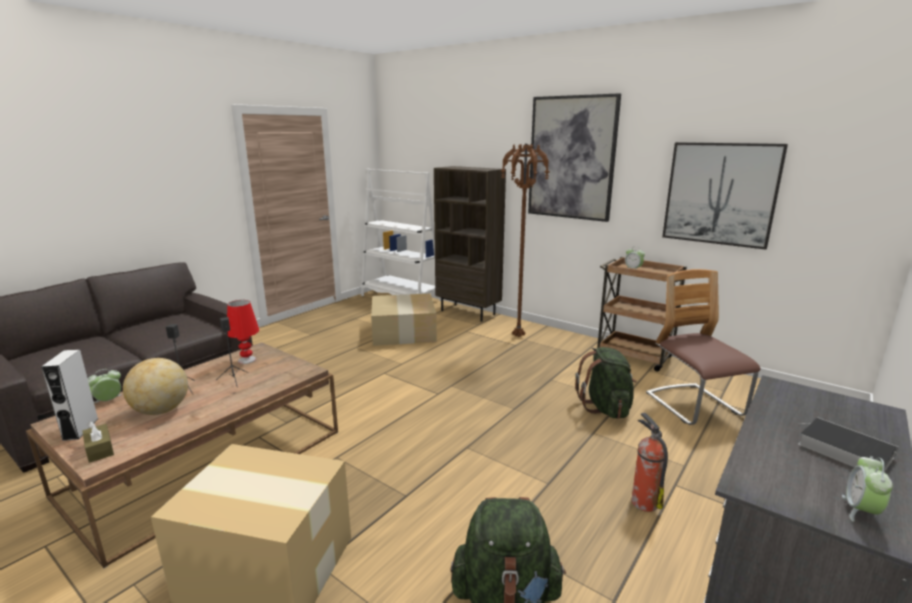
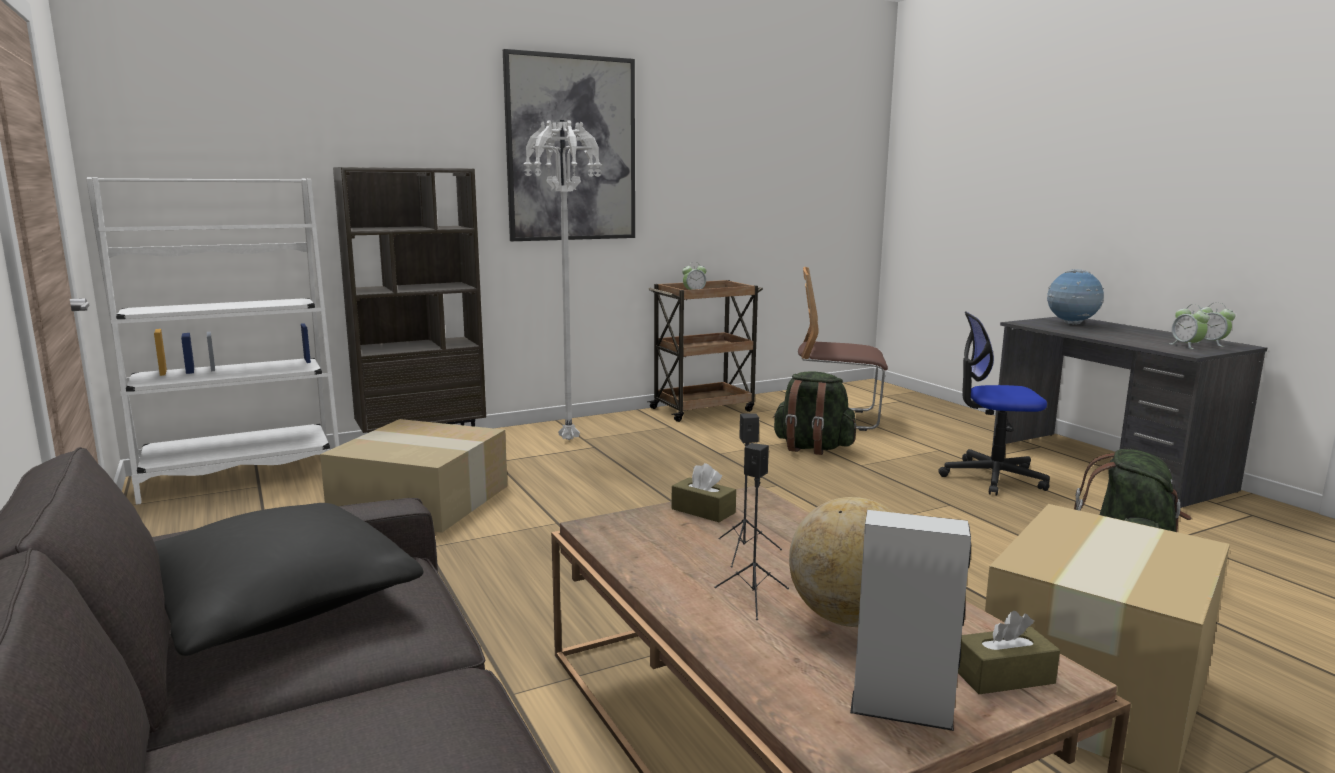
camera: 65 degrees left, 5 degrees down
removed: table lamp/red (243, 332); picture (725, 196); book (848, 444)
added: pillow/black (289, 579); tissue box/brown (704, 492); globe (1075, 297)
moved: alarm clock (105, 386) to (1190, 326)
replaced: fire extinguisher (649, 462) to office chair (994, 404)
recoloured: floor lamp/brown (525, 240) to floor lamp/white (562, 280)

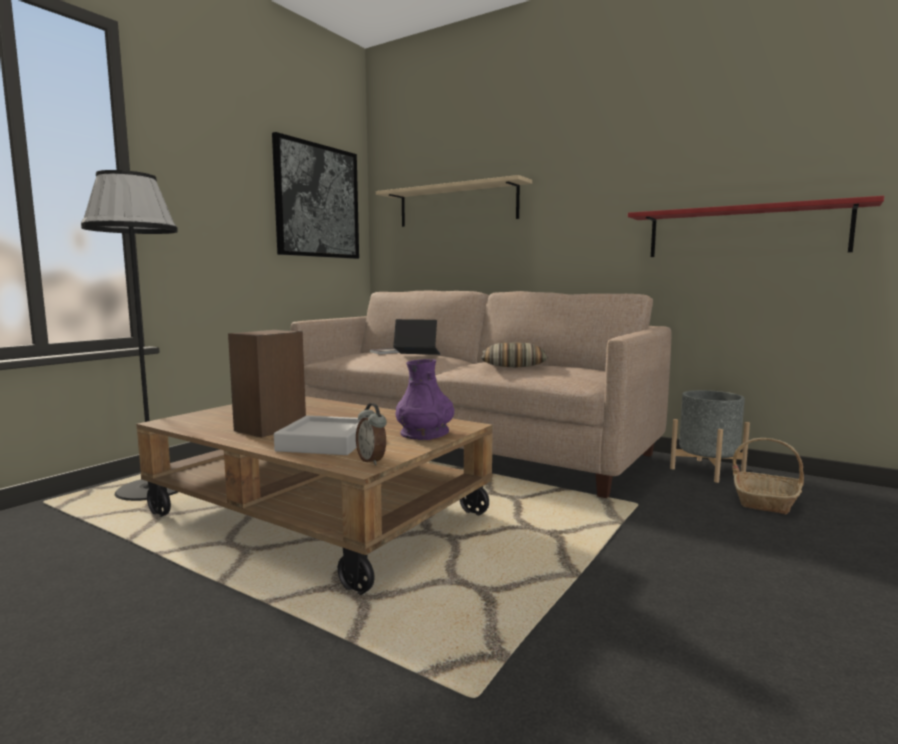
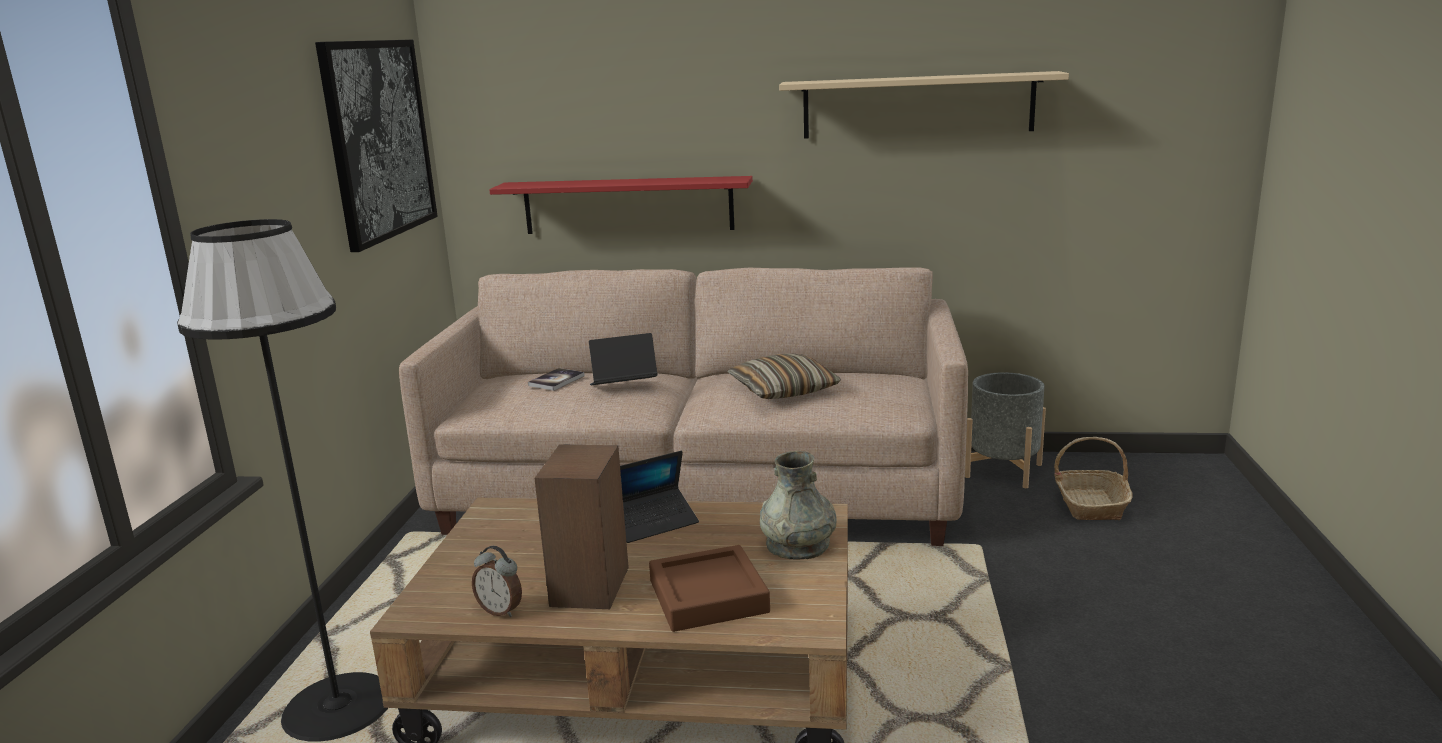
camera: 25 degrees left, 10 degrees up
added: laptop (659, 497)
moved: alarm clock (371, 434) to (497, 581); shelf/beige (454, 201) to (924, 104); shelf/red (756, 226) to (621, 205)
recoloured: tray/grey (317, 435) to tray/brown (709, 588); vase/purple (425, 399) to vase/grey (798, 505)

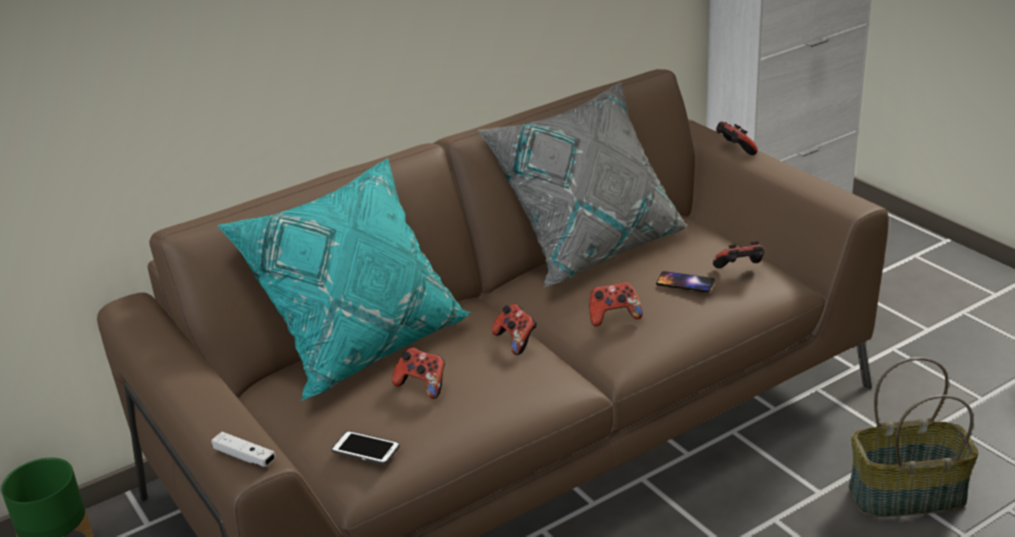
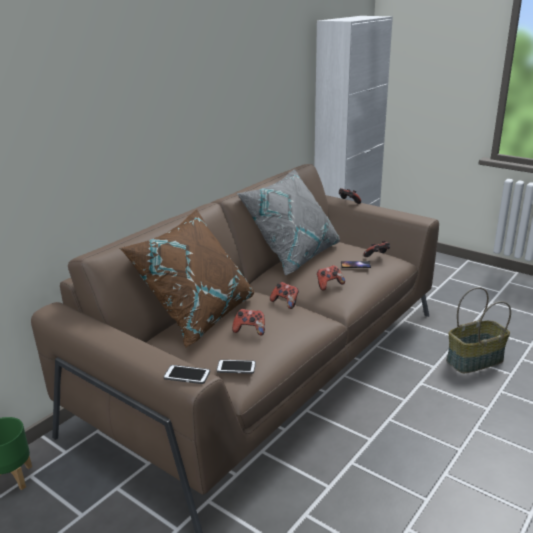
camera: 20 degrees left, 5 degrees down
replaced: game controller/white (243, 449) to phone (186, 374)
recoloured: pillow/turquoise (344, 279) to pillow/brown (186, 278)

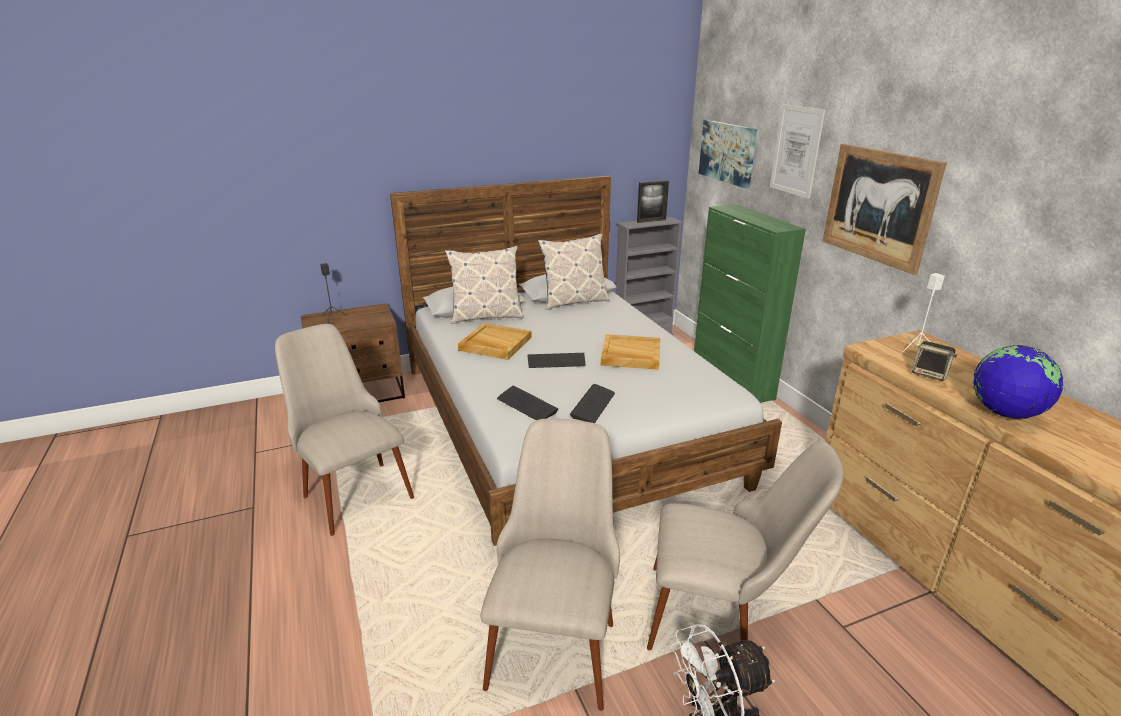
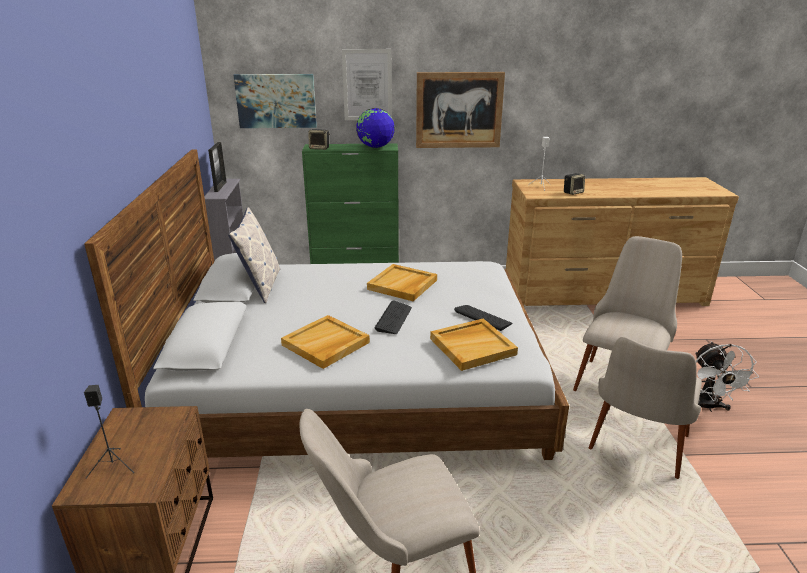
camera: 70 degrees left, 0 degrees up
removed: pillow (484, 285)
added: speaker (319, 139)
moved: globe (1018, 382) to (375, 128)
replaced: keyboard (527, 403) to tray/beige (474, 345)
turned: chair/beige (550, 564) = (645, 408) 90 degrees counterclockwise

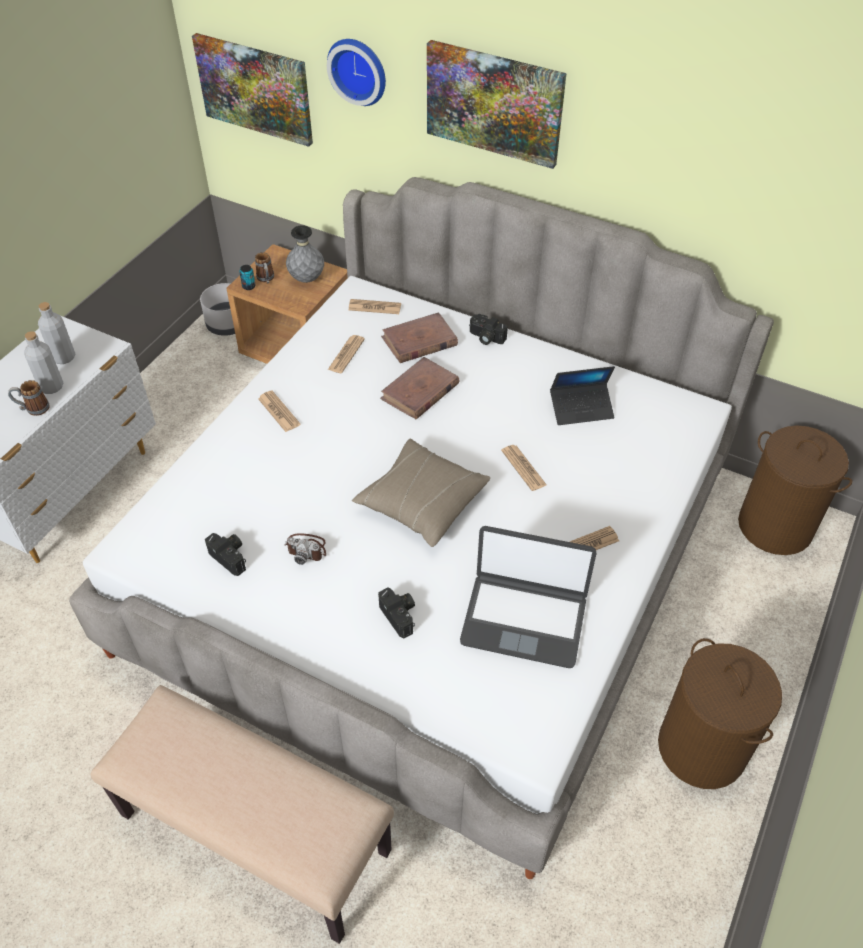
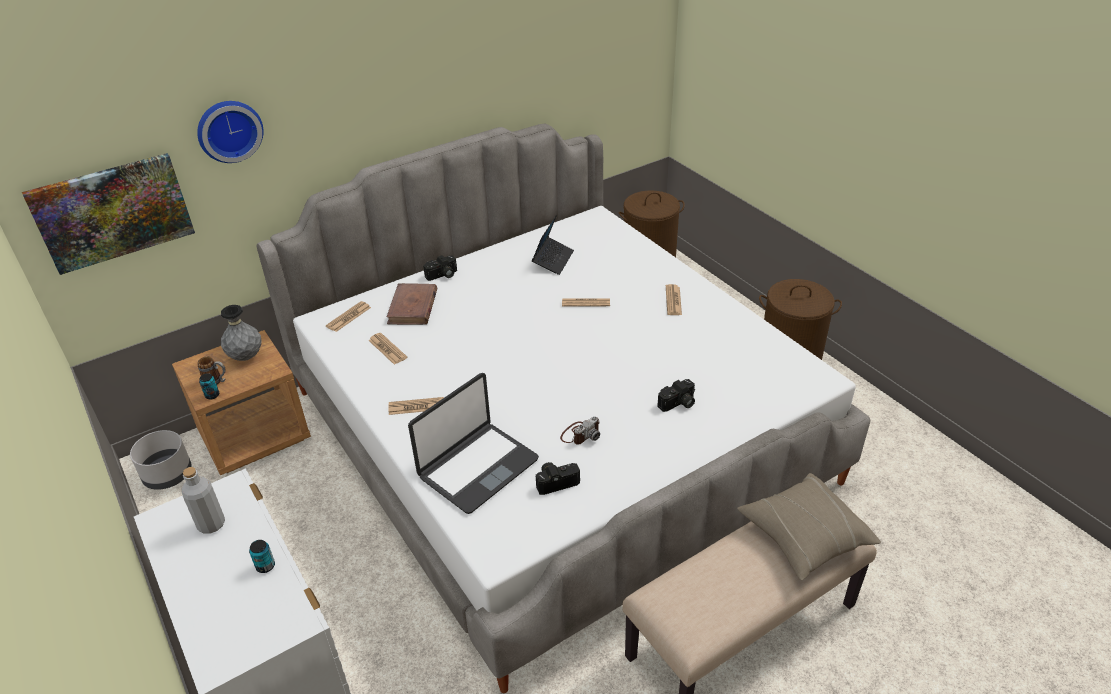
camera: 60 degrees left, 10 degrees down
removed: bottle/grey (43, 362); book/brown (419, 388); picture (497, 104)
moved: pillow/beige (421, 493) to (809, 526); laptop (528, 597) to (473, 443)
replaced: mug (29, 398) to can (262, 556)
turned: photo camera (396, 613) = (676, 395) 150 degrees clockwise

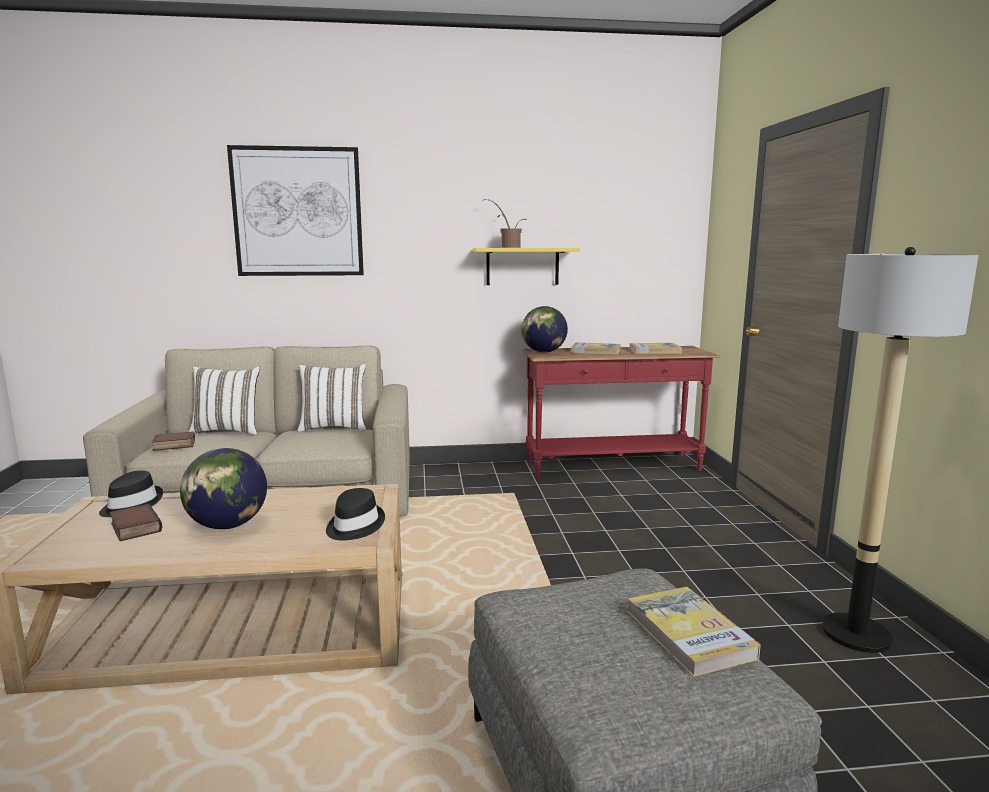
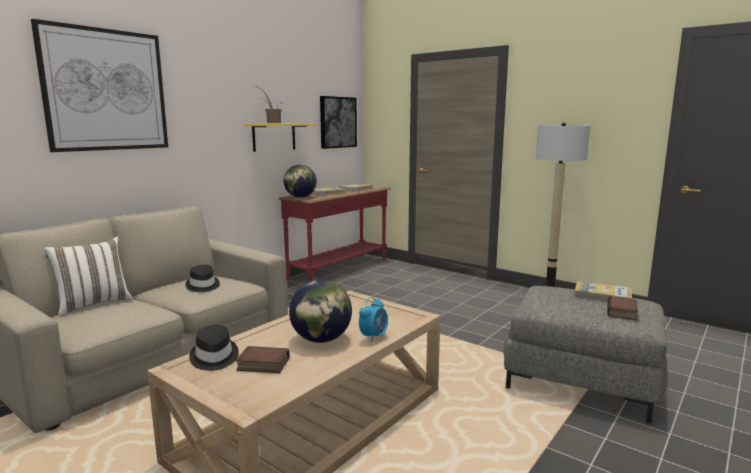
camera: 45 degrees left, 0 degrees up
removed: pillow/white (331, 398)
added: picture (338, 122); alarm clock (373, 320)
moved: book (173, 441) to (622, 308); hat/black (355, 514) to (203, 278)

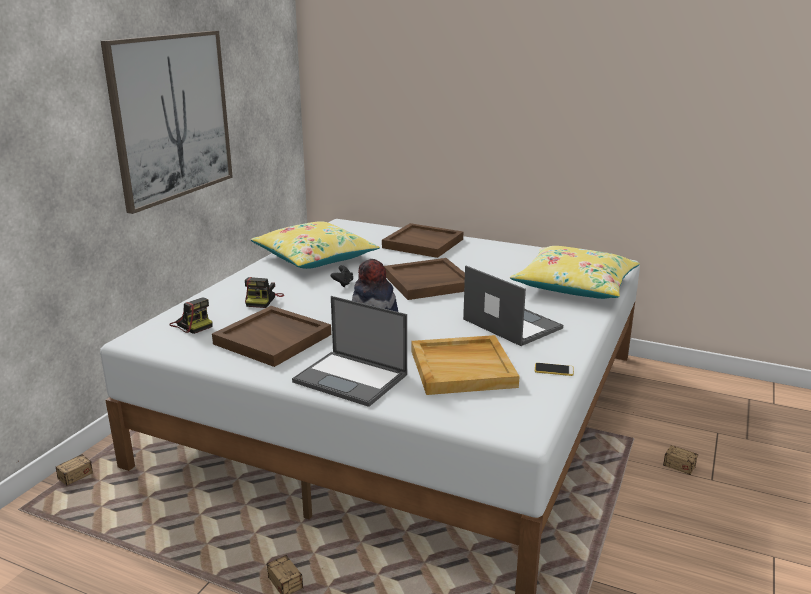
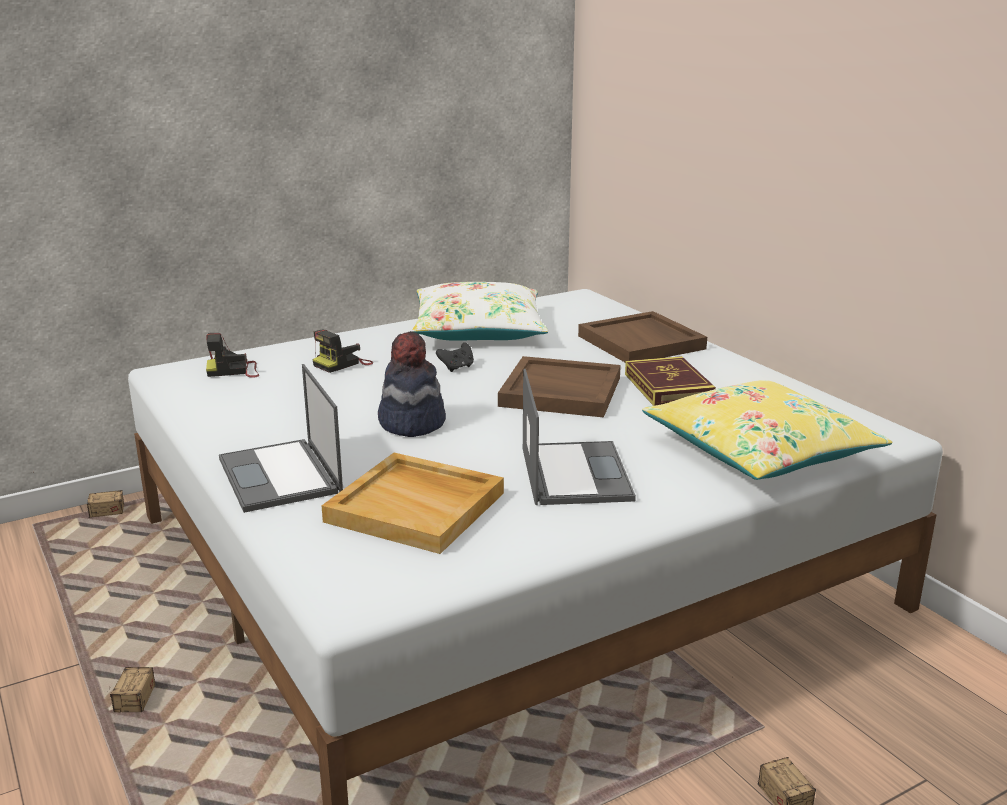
camera: 35 degrees right, 0 degrees up
removed: picture (167, 122); tray/brown (271, 336); phone (554, 369)
added: book (670, 381)
recoloured: pillow/yellow (315, 245) to pillow/white (480, 311)
turned: photo camera (191, 315) = (232, 355) 90 degrees clockwise

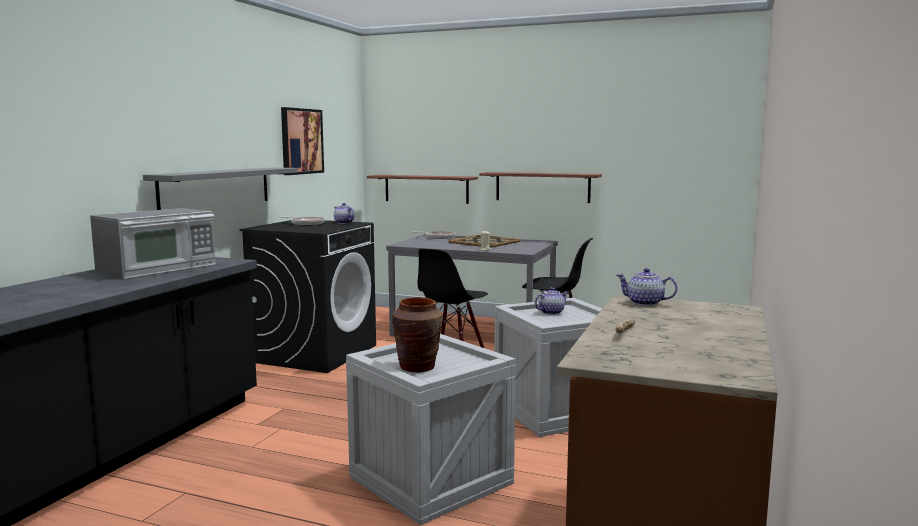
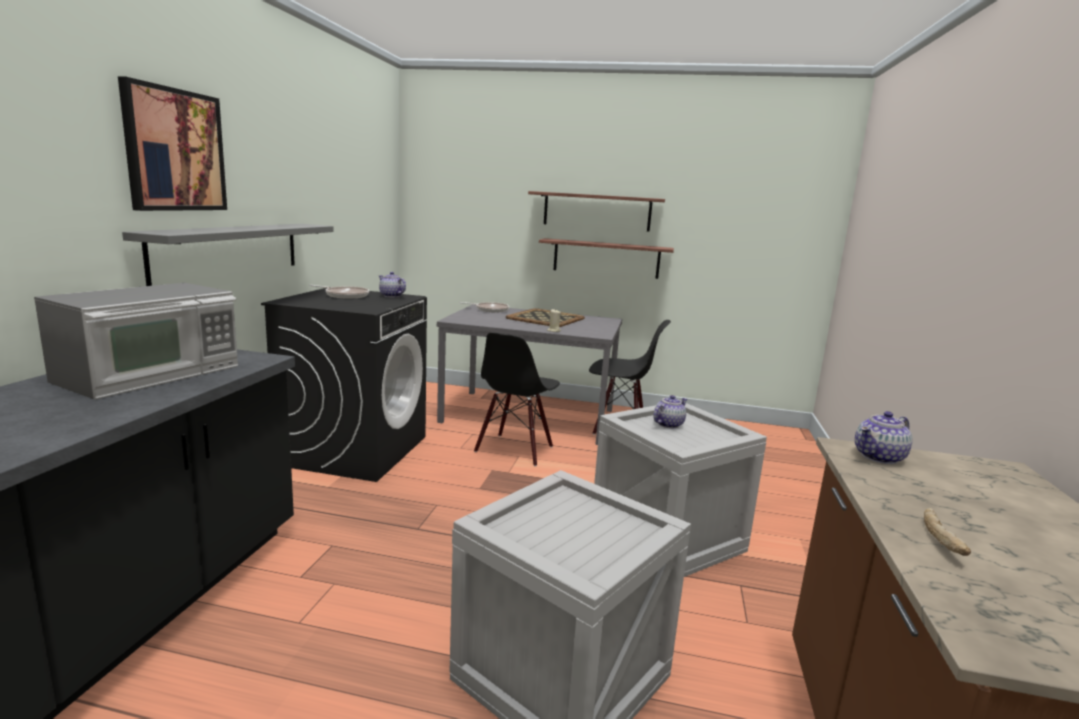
camera: 10 degrees left, 5 degrees up
removed: vase/brown (417, 335)
moved: picture (302, 141) to (172, 143); shelf (422, 189) to (596, 211)
turned: teapot (647, 287) = (884, 437) 45 degrees counterclockwise

